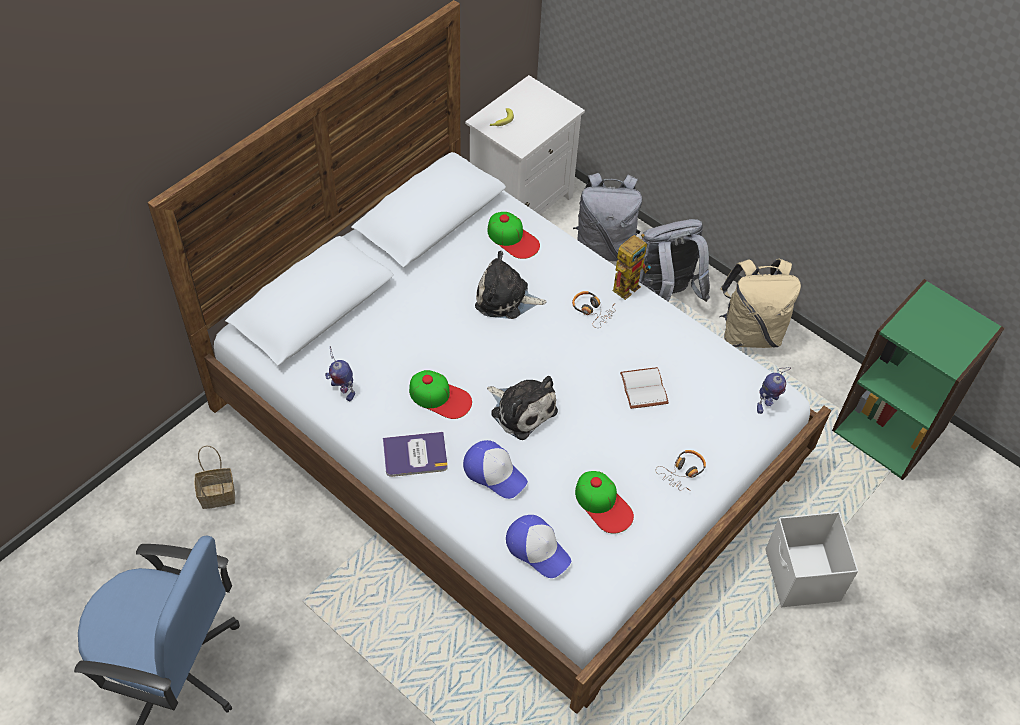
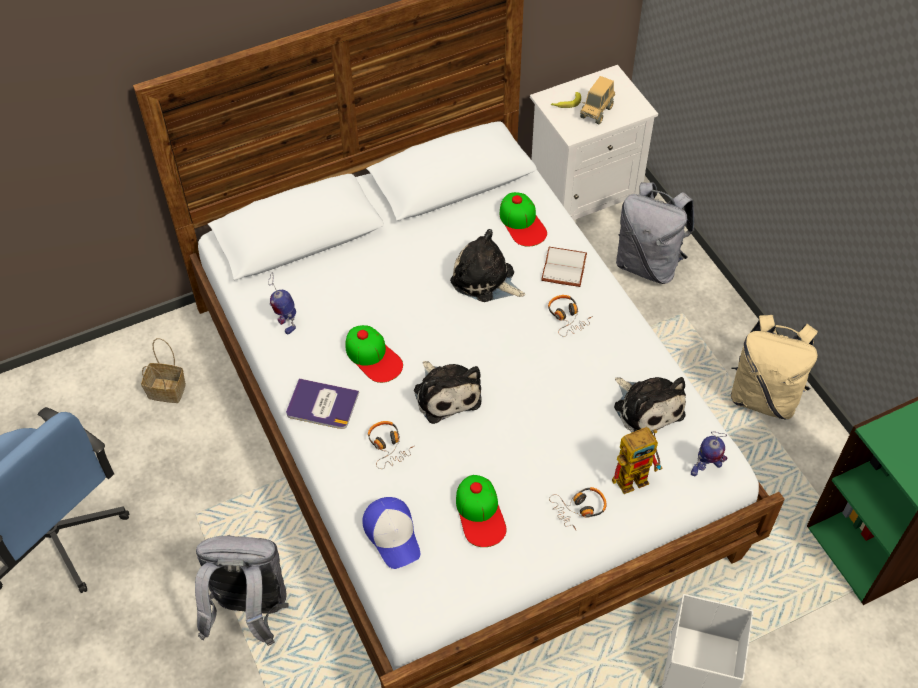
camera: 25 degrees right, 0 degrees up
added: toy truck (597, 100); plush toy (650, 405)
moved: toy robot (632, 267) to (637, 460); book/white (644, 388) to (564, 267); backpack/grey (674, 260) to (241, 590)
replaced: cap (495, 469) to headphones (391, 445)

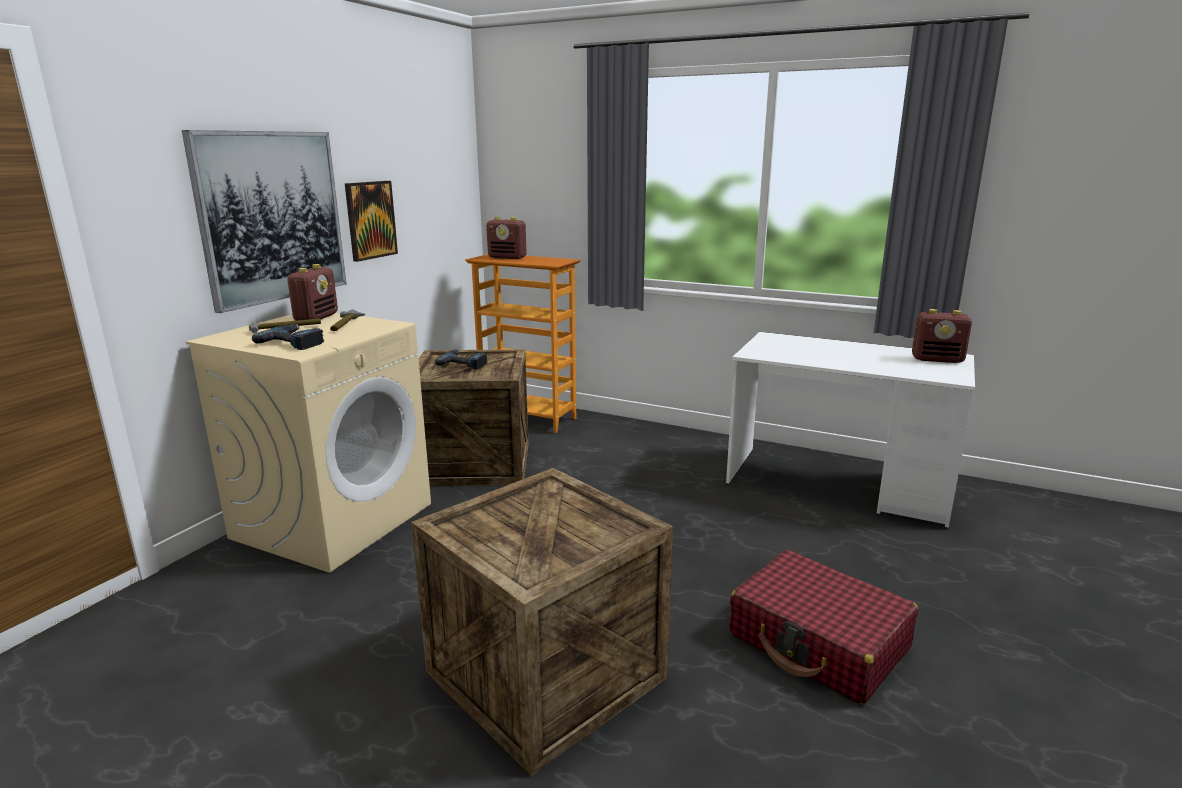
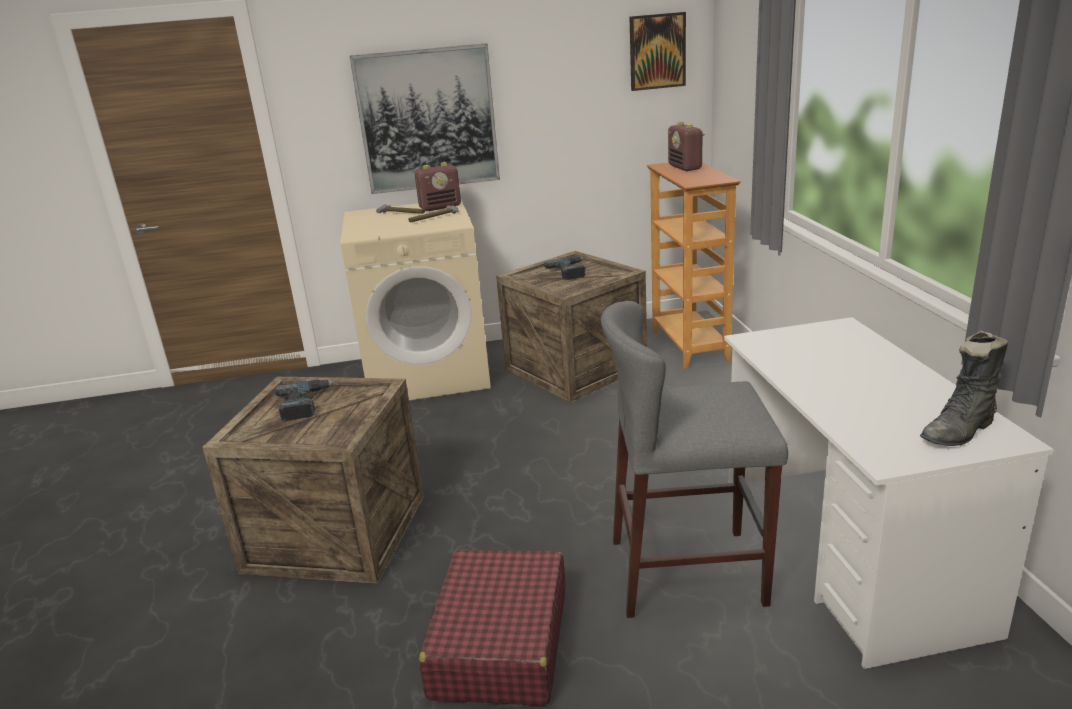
camera: 55 degrees right, 5 degrees up
added: stool/grey (694, 459)
moved: power drill (288, 337) to (305, 400); picture (371, 221) to (658, 51)
replaced: radio (942, 336) to boot/black (964, 388)

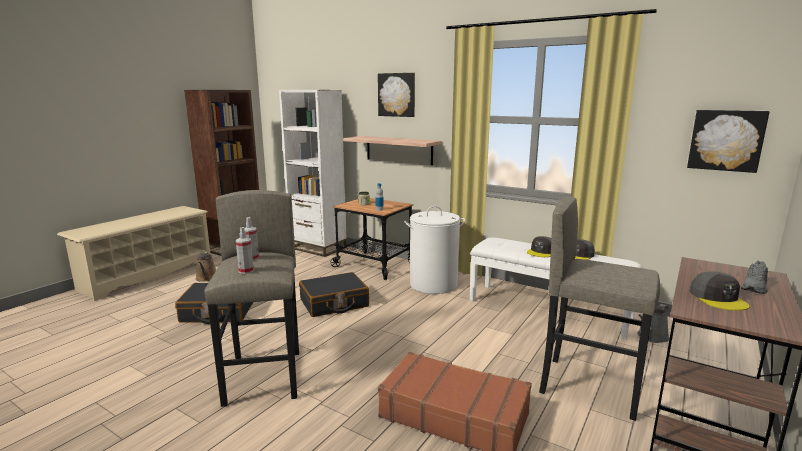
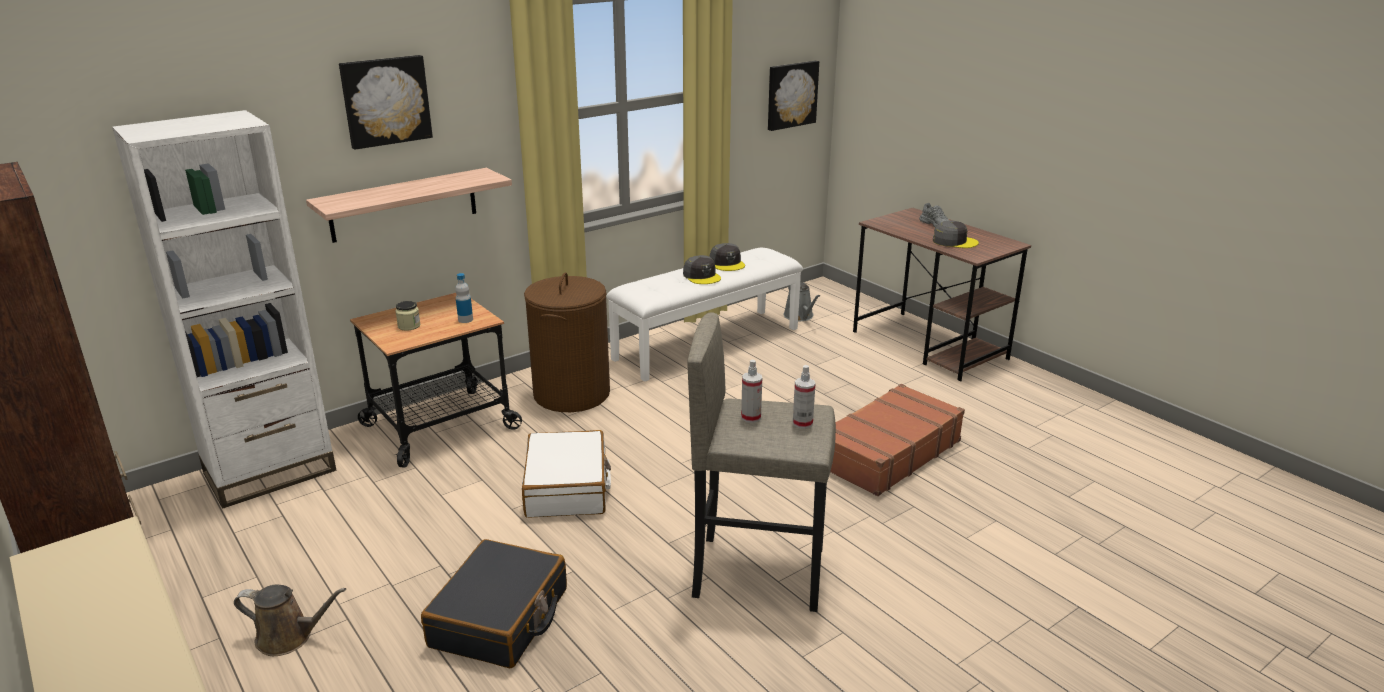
camera: 70 degrees left, 10 degrees up
removed: stool/grey (599, 308)
recoloured: suitcase/black (334, 294) to suitcase/white (566, 474); laundry basket/white (434, 250) to laundry basket/brown (567, 342)

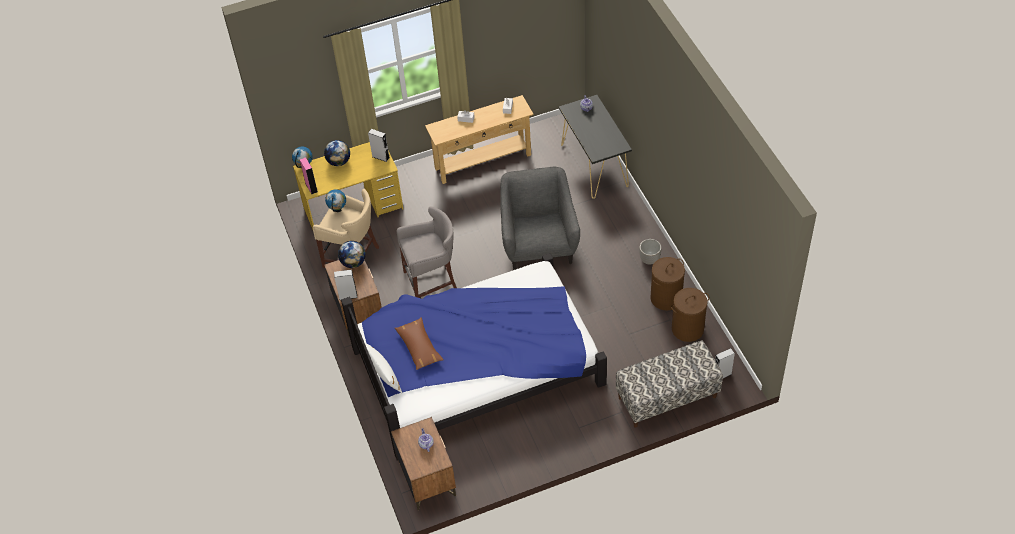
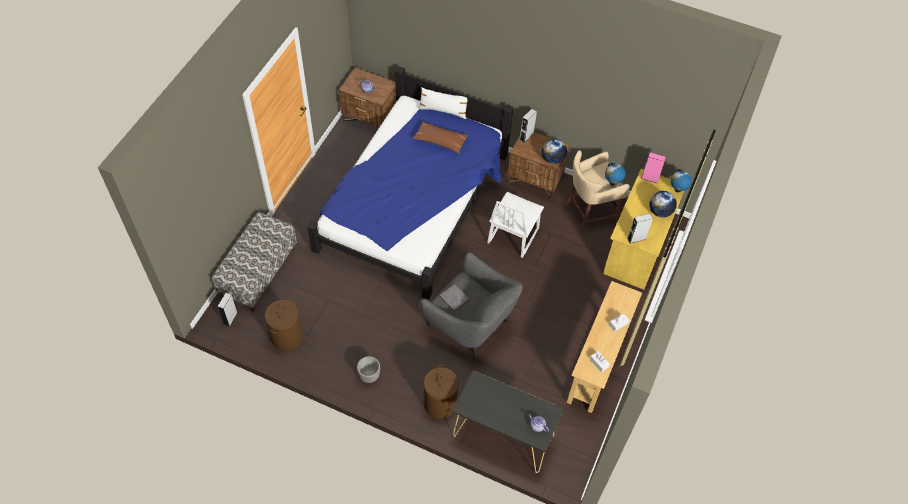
camera: 130 degrees right, 5 degrees up
added: book/grey (454, 297)
moved: laundry basket/brown (667, 284) to (441, 391)
replaced: stool/grey (427, 252) to chair/white (515, 225)

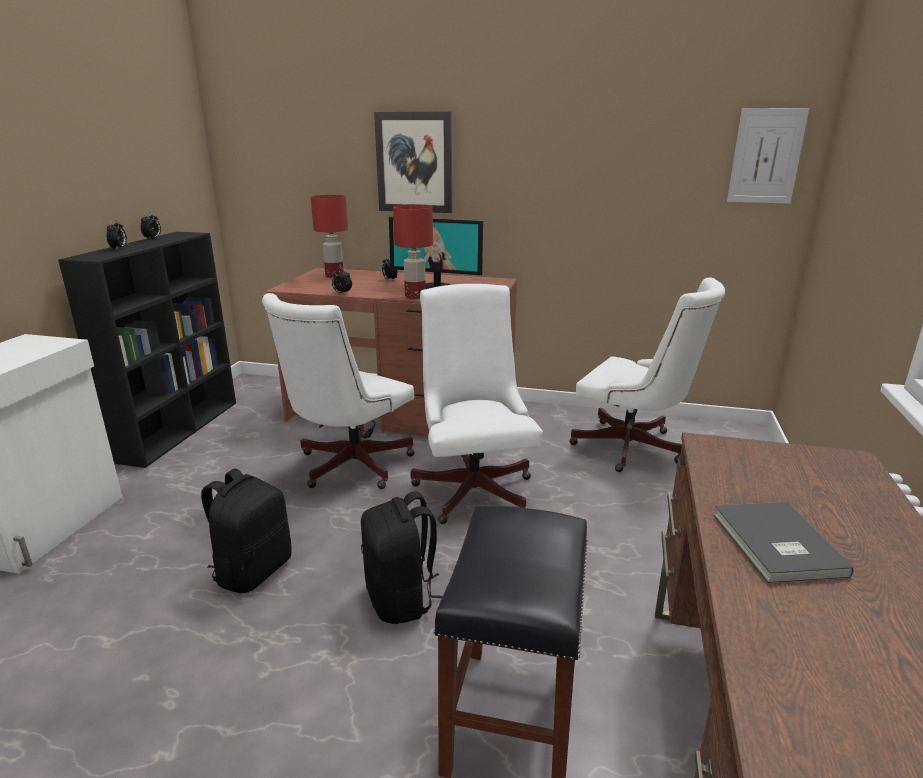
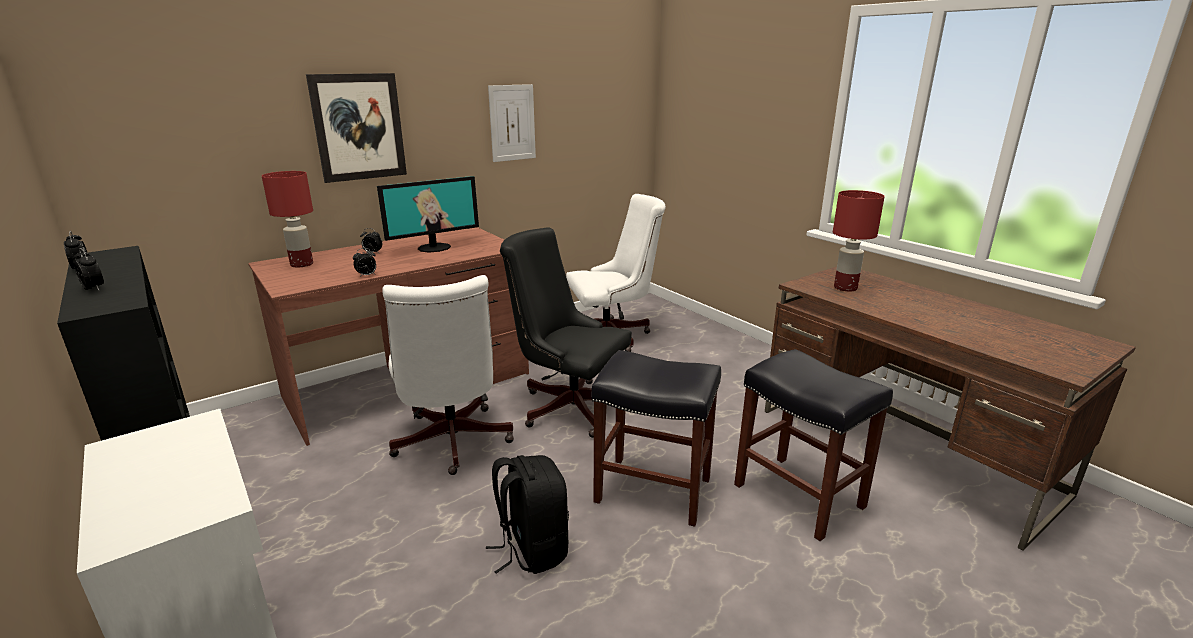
camera: 50 degrees left, 0 degrees up
removed: book/grey (783, 542)
moved: table lamp/red (413, 251) to (859, 240); picture (768, 156) to (512, 123)
replaced: backpack/black (402, 558) to stool/black (656, 438)
recoloured: office chair/white (477, 404) to office chair/black (566, 332)

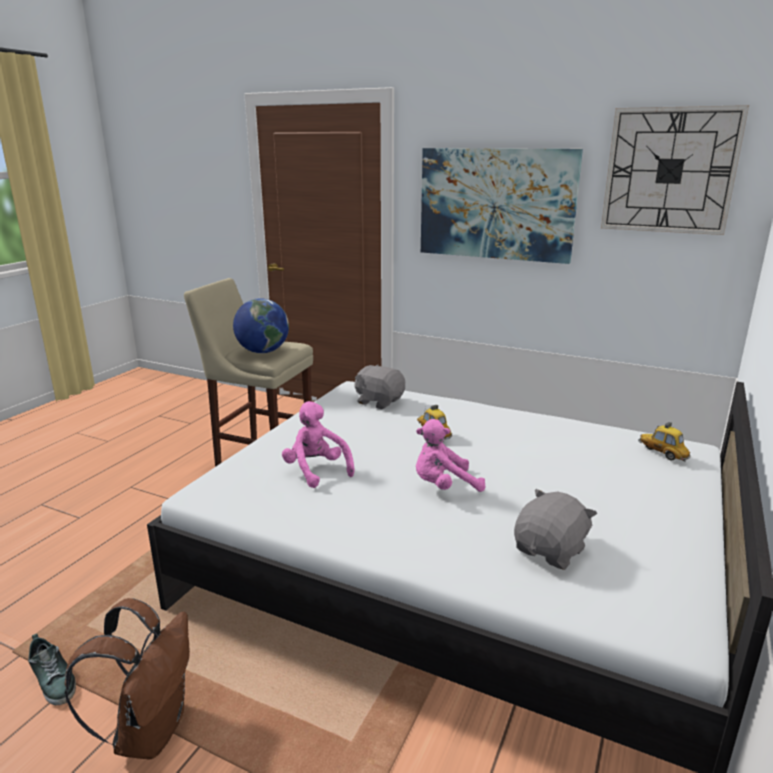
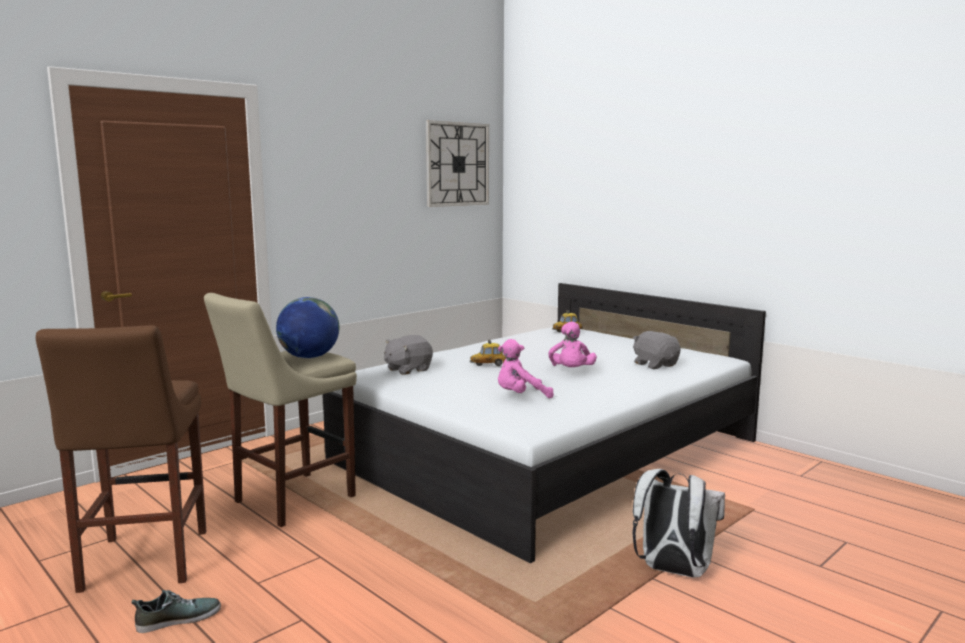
camera: 70 degrees left, 10 degrees down
removed: picture (502, 206)
added: stool/brown (121, 459)
moved: shoe (52, 669) to (176, 611)
recoloured: backpack/brown (127, 678) to backpack/white (679, 523)

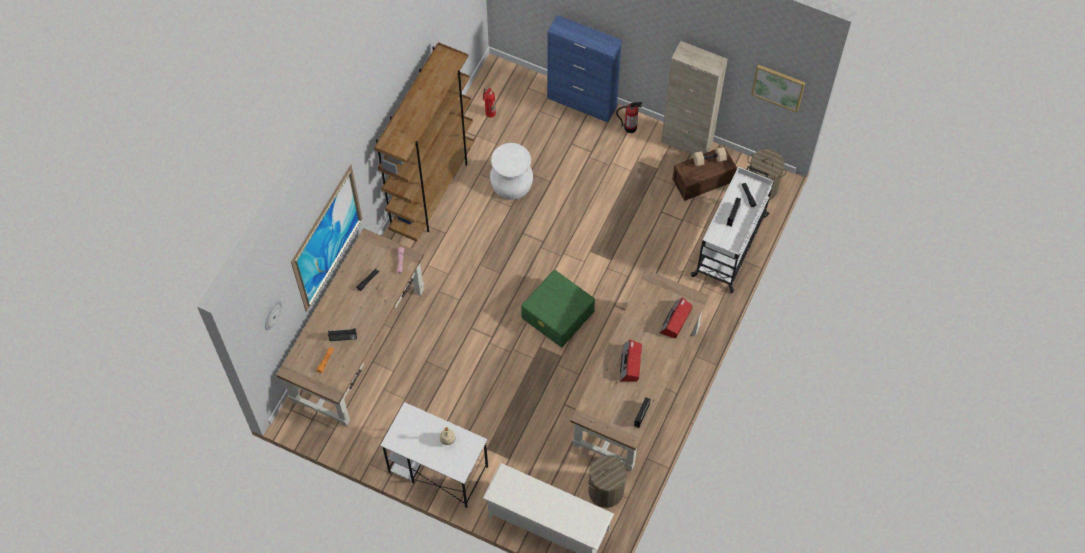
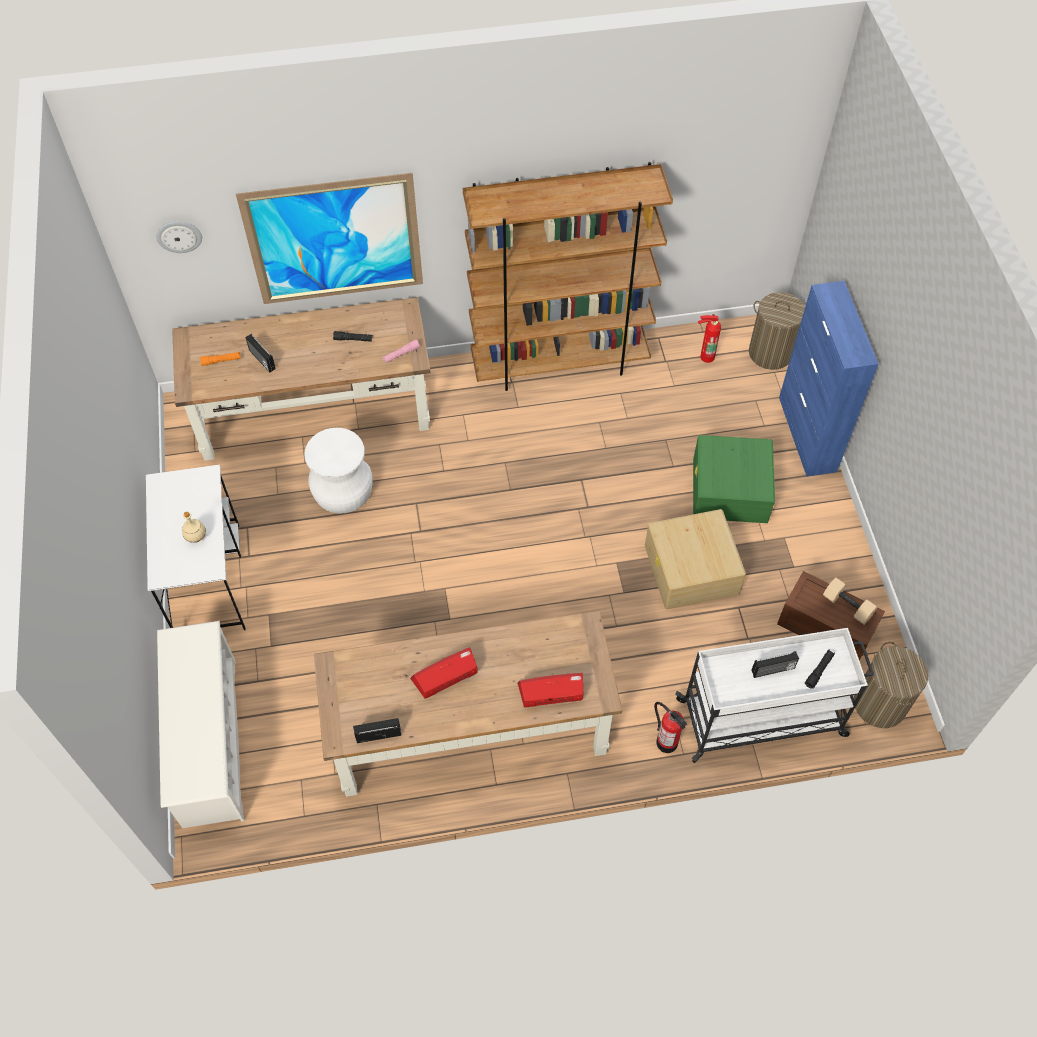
camera: 55 degrees right, 5 degrees down
removed: cabinet/beige (694, 98); picture (778, 88)
added: storage box/beige (695, 559)
moved: stool/white (511, 171) to (339, 470); storage box/green (558, 309) to (734, 479); laundry basket (607, 482) to (777, 331); fire extinguisher (629, 117) to (670, 727)

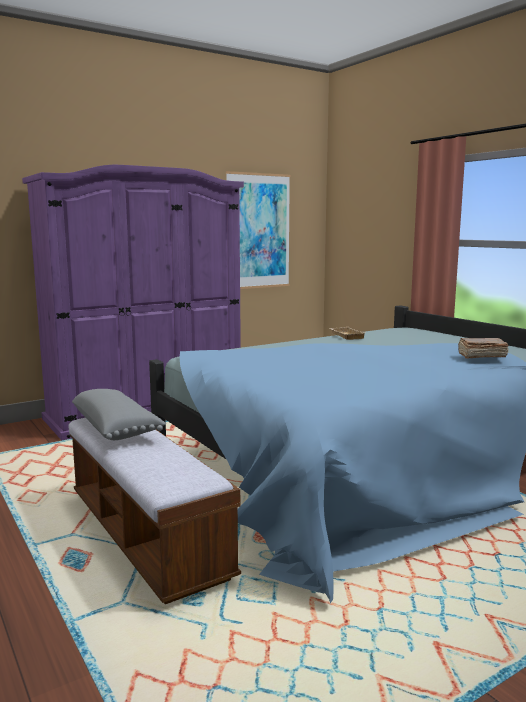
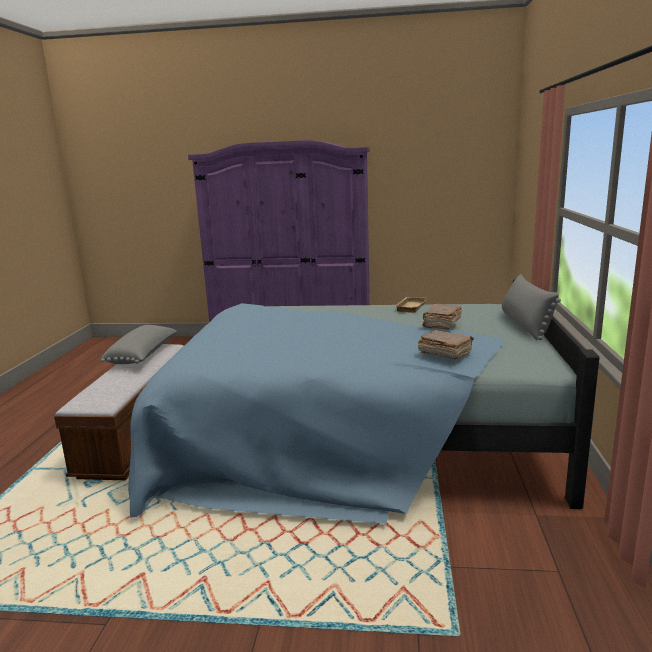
camera: 40 degrees right, 5 degrees up
removed: picture (258, 230)
added: book/brown (442, 317); pillow/grey (531, 307)

